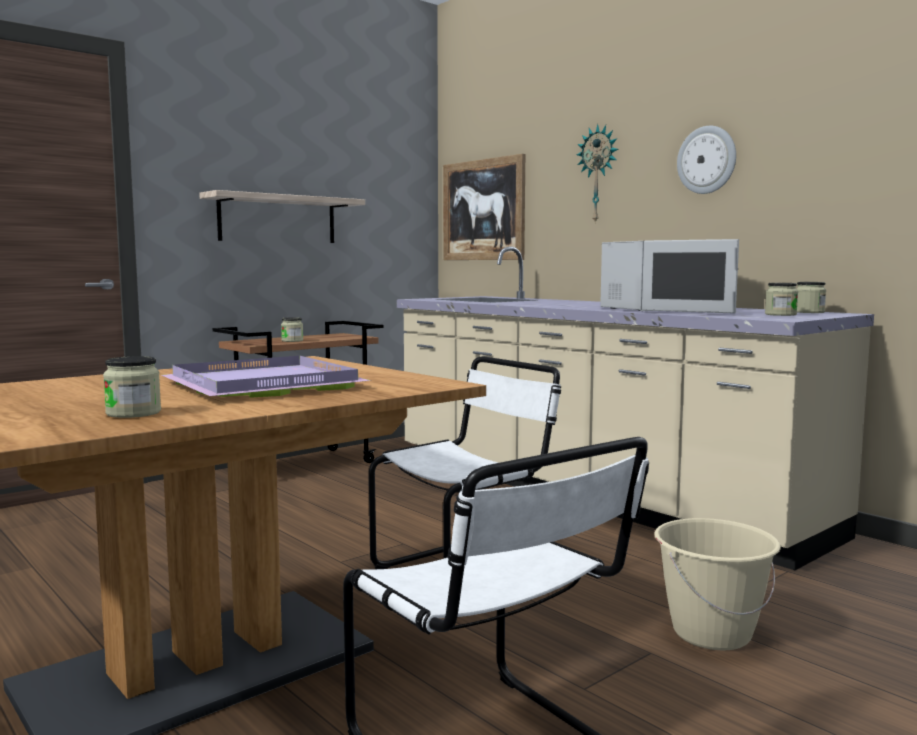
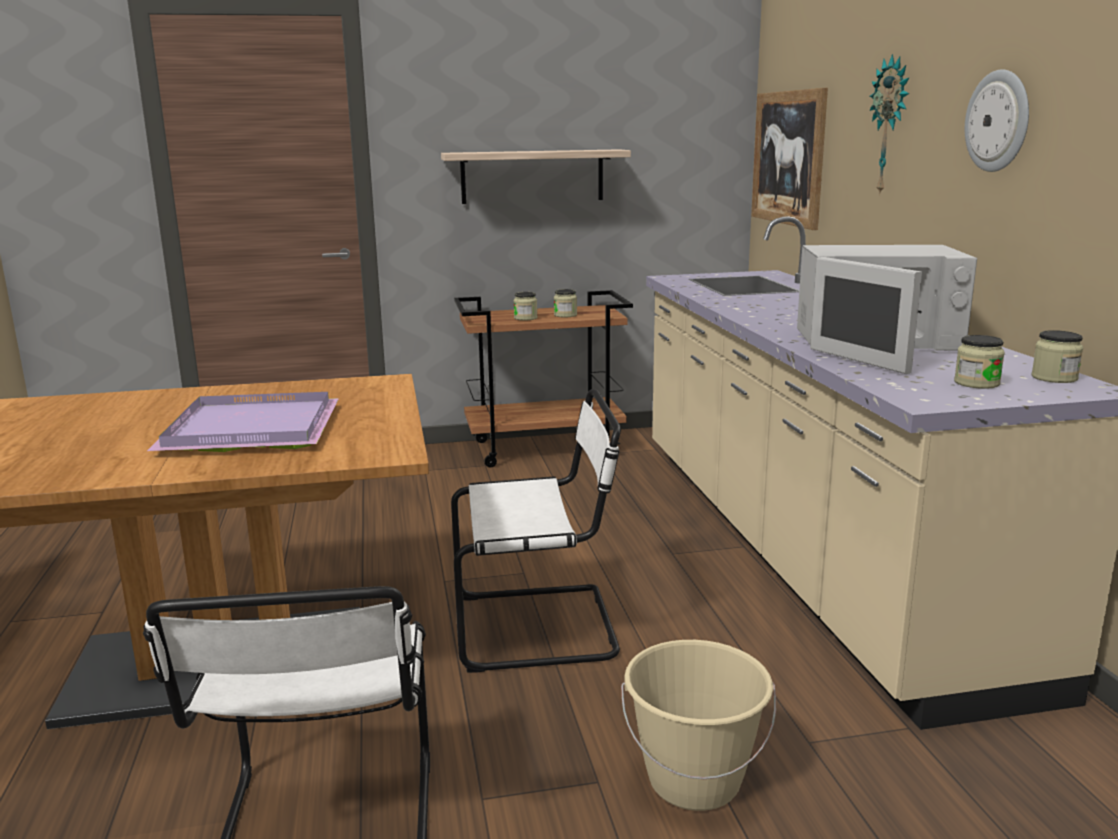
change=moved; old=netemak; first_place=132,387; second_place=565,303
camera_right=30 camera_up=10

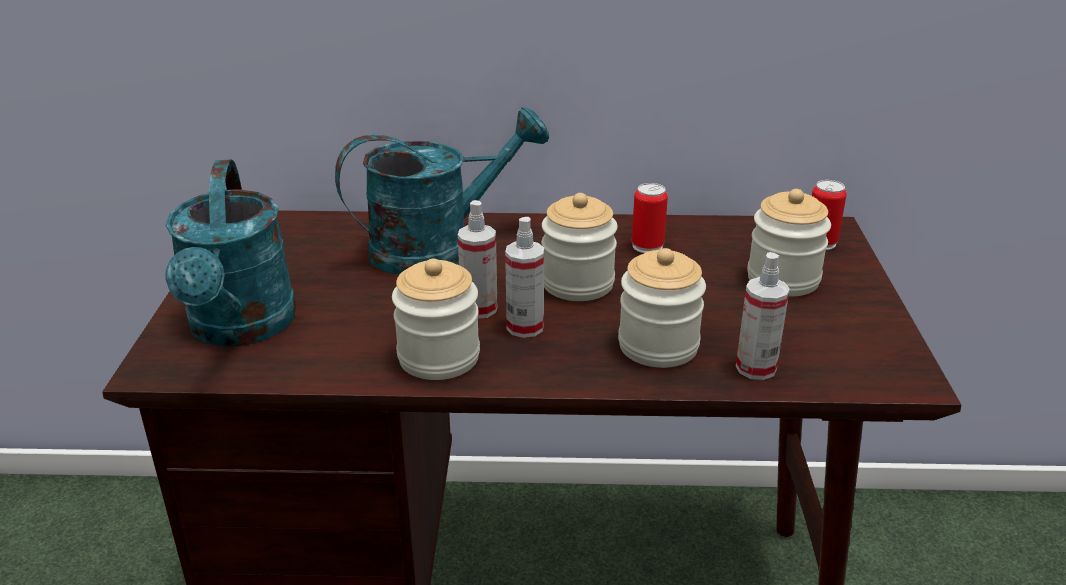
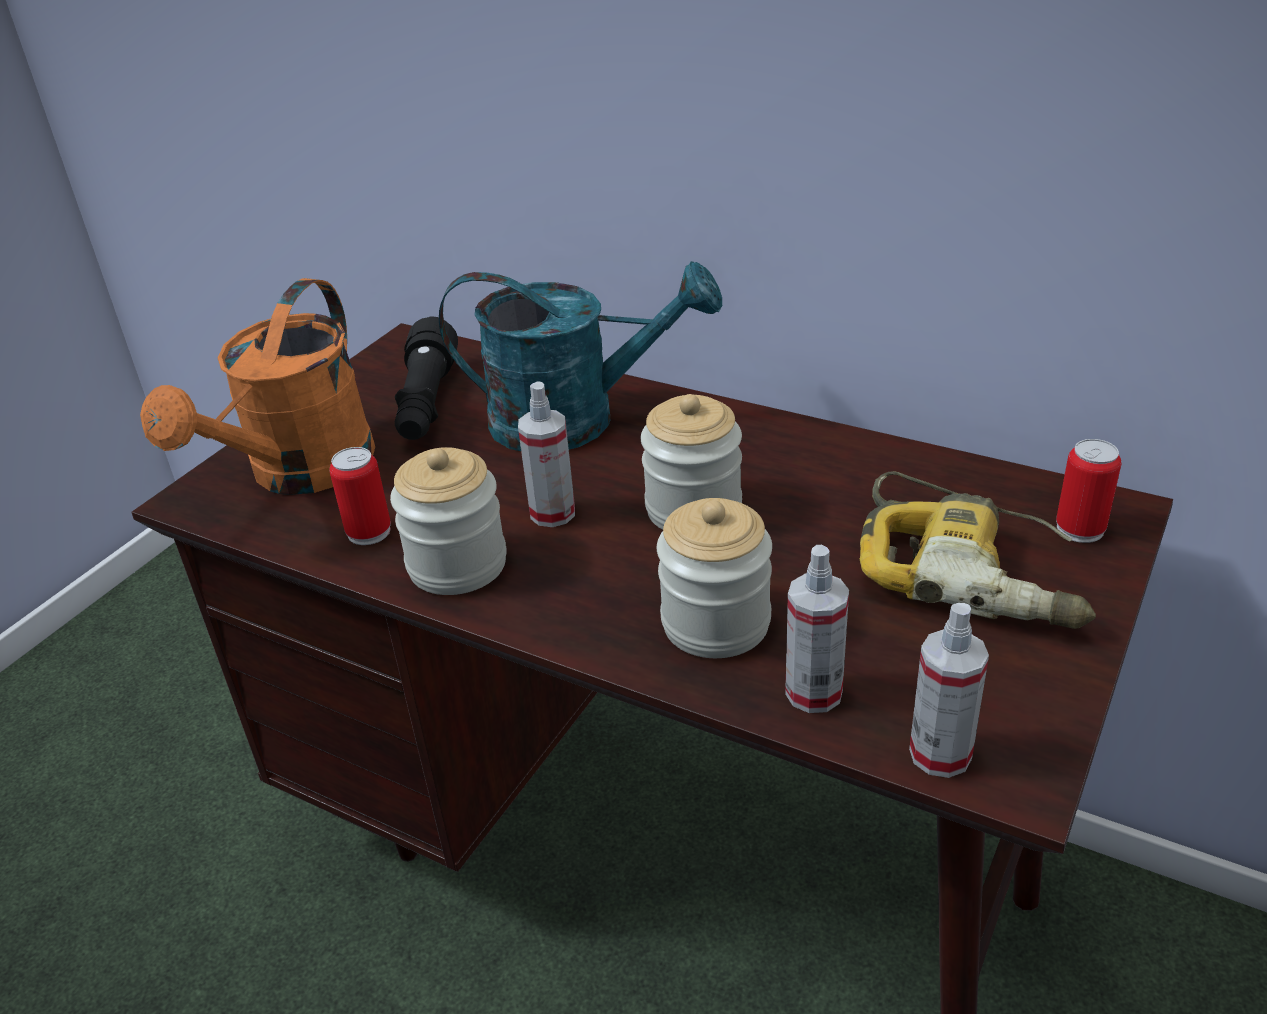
change=recoloured; old=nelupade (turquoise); new=nelupade (orange); first_place=230,253; second_place=257,386
change=moved; old=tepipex; first_place=650,218; second_place=360,496
change=replaced; old=netemak; new=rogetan; first_place=789,242; second_place=978,550
change=moved; old=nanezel; first_place=524,277; second_place=949,690
change=added; new=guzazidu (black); second_place=426,378
camera_right=30 camera_up=5

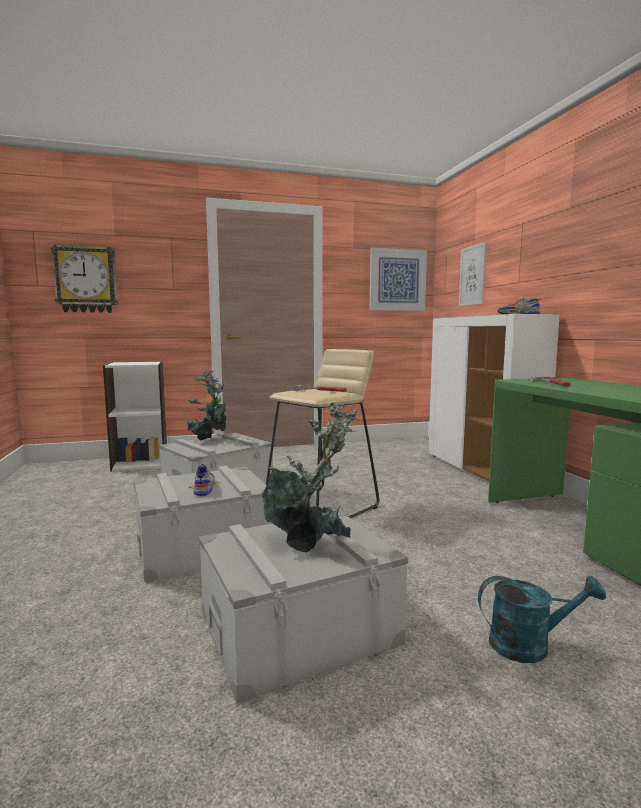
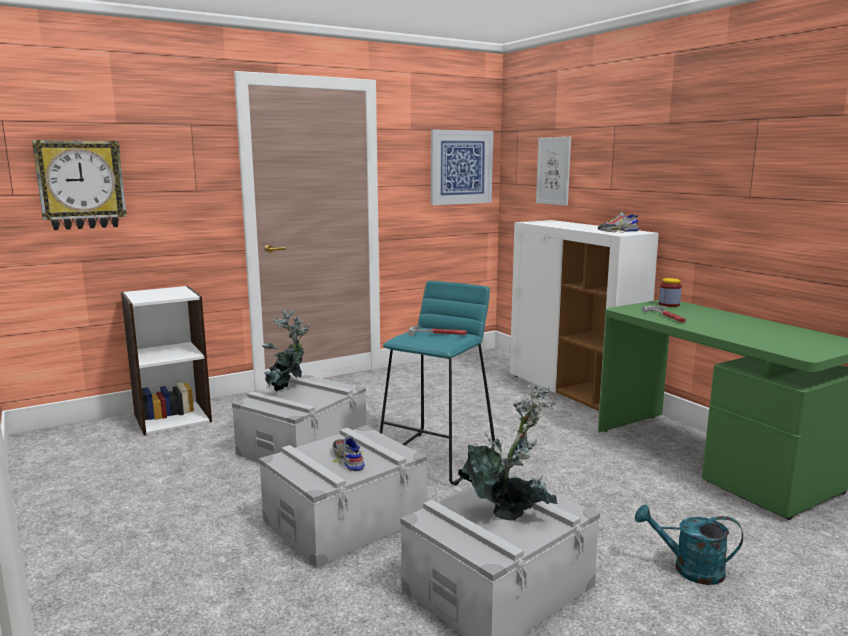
change=recoloured; old=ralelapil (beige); new=ralelapil (turquoise); first_place=322,433; second_place=437,383
change=turned; old=nelupade (turquoise); first_place=542,619; second_place=689,545; degrees=-150
change=added; new=netemak; second_place=670,292
camera_right=-15 camera_up=5

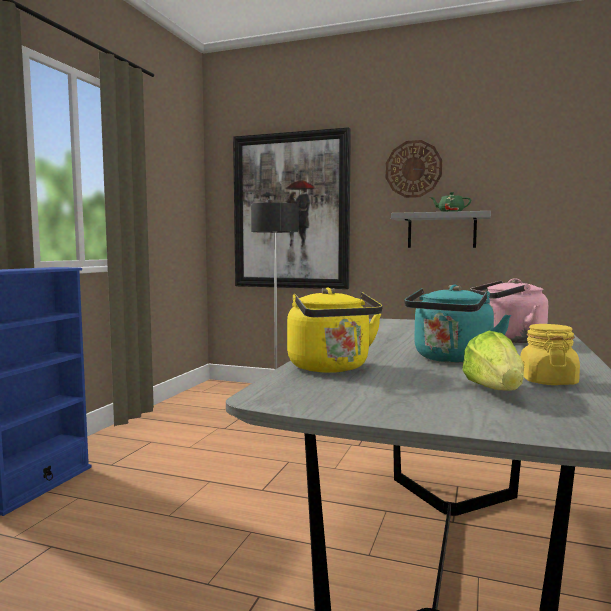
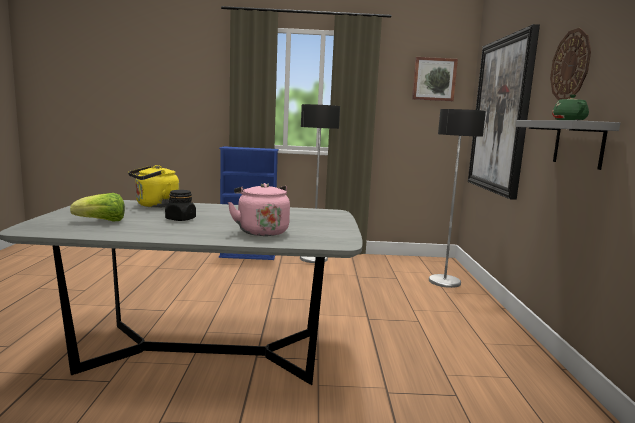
change=replaced; old=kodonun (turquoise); new=netemak (black); first_place=457,324; second_place=180,205
change=removed; old=netemak (yellow); first_place=550,354
change=added; new=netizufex; second_place=435,79
change=added; new=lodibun; second_place=320,183
camera_right=70 camera_up=5

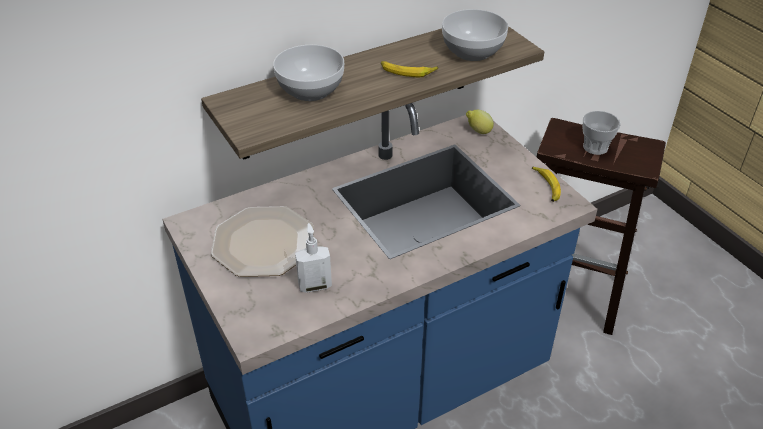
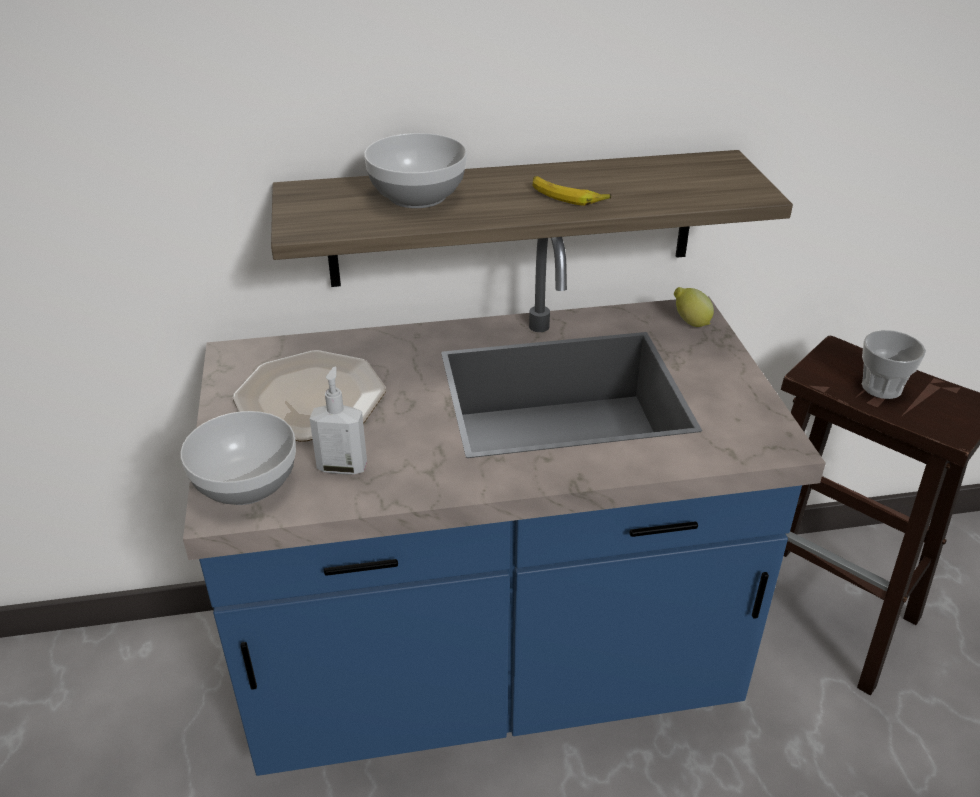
change=moved; old=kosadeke; first_place=475,35; second_place=238,458
change=removed; old=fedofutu; first_place=546,184
camera_right=20 camera_up=-5

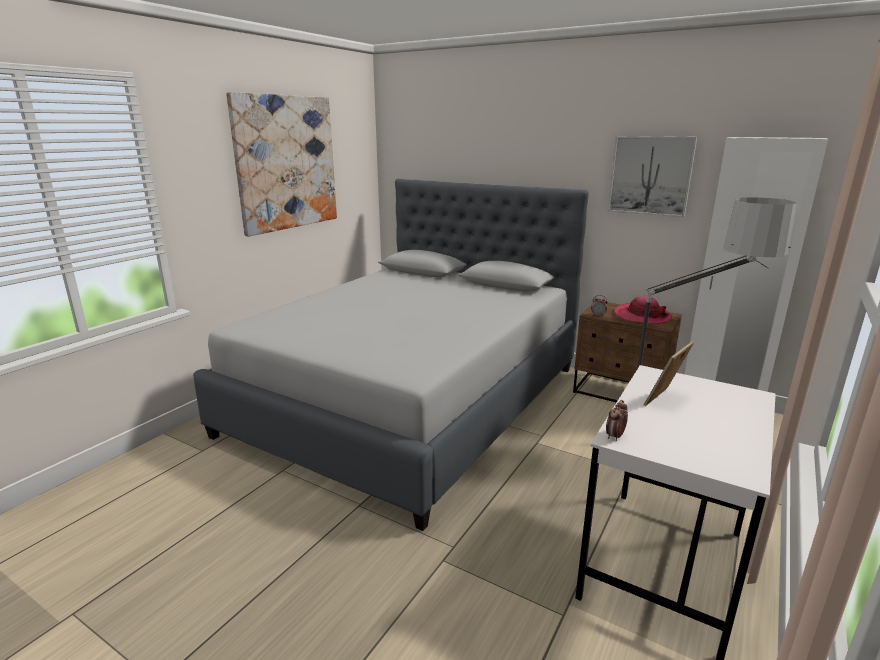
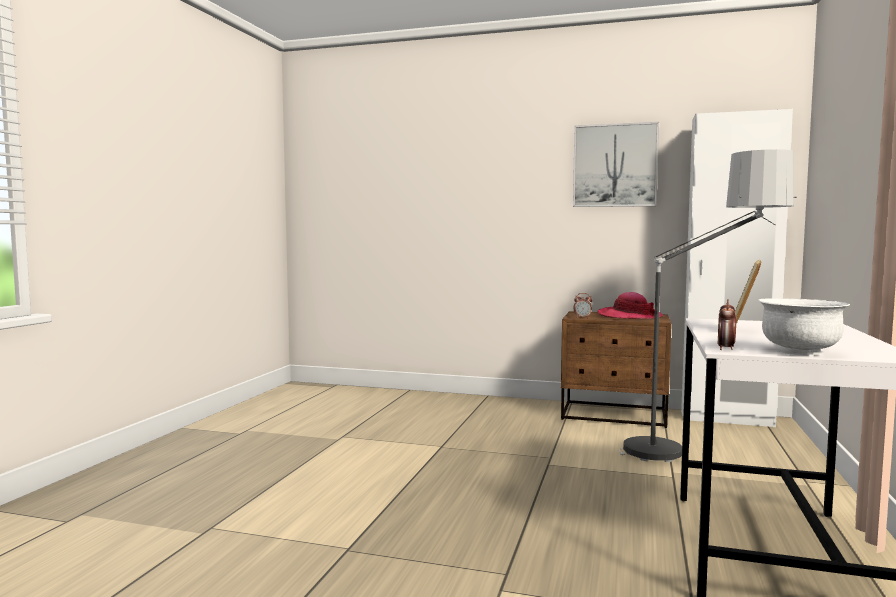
change=removed; old=netizufex; first_place=281,164
change=removed; old=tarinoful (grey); first_place=391,355
change=added; new=kosadeke (white); second_place=804,327
camera_right=-15 camera_up=-15

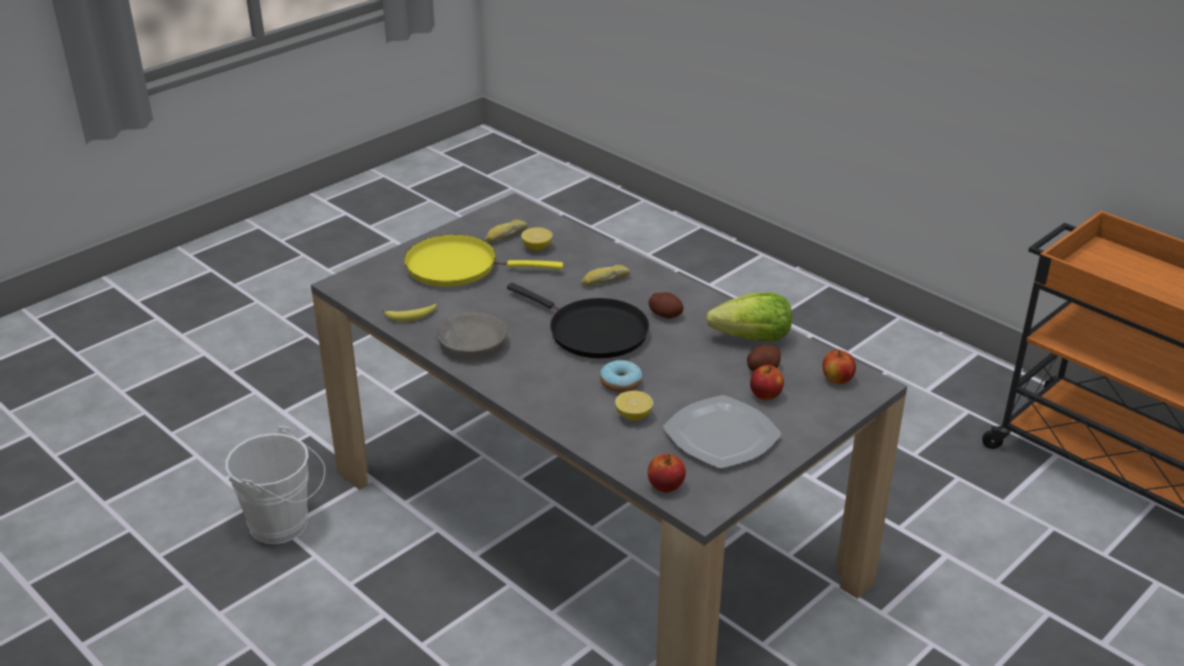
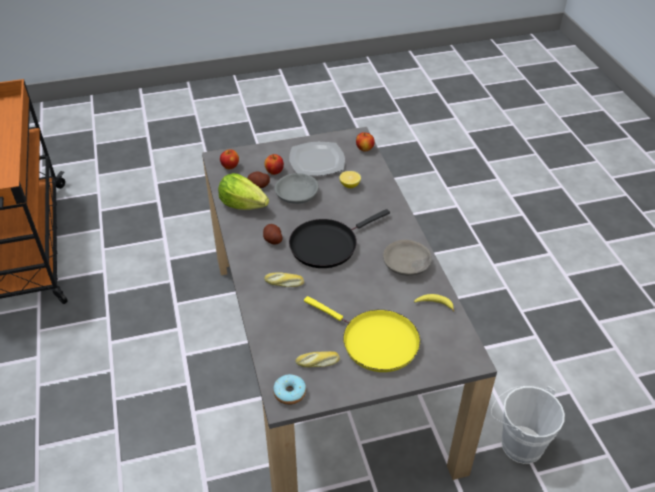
change=removed; old=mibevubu; first_place=537,239
change=turned; old=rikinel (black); first_place=578,320; second_place=339,238; degrees=-105
change=moved; old=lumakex; first_place=621,376; second_place=289,389
change=added; new=kosadeke (grey); second_place=296,188
camera_right=-150 camera_up=10

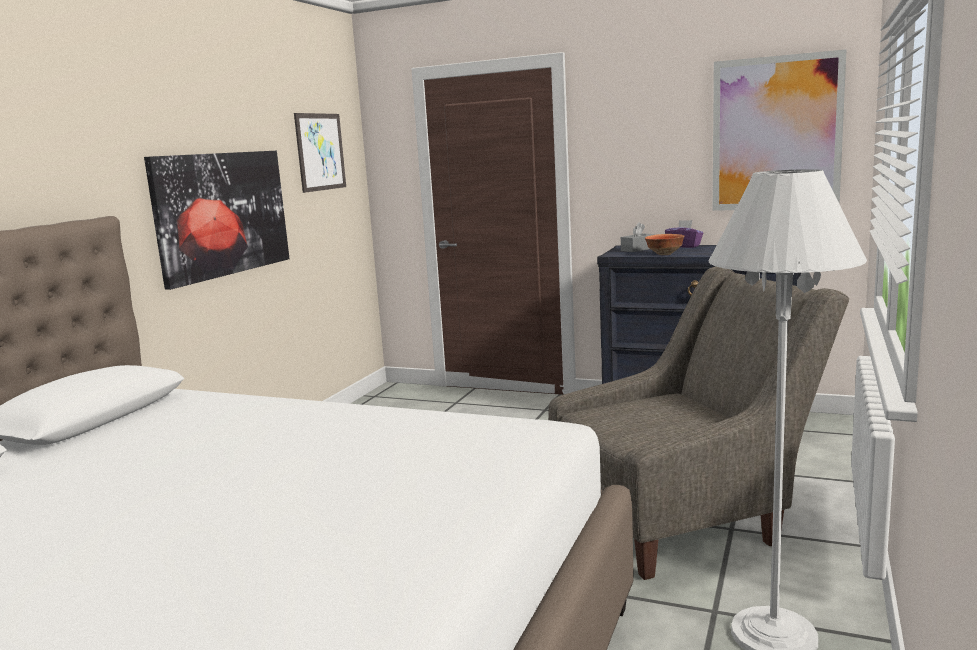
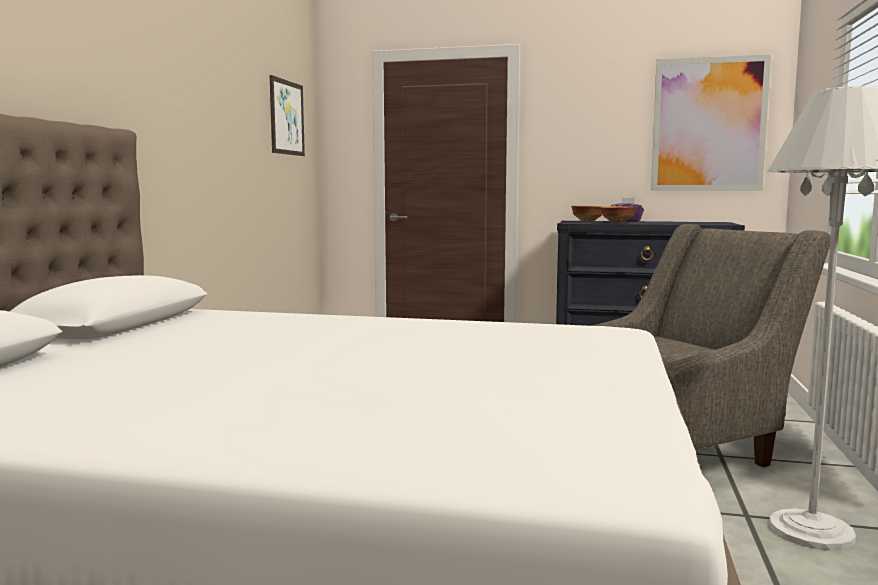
change=removed; old=netizufex; first_place=217,220
change=replaced; old=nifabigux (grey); new=kosadeke; first_place=638,237; second_place=587,213
camera_right=-10 camera_up=-5

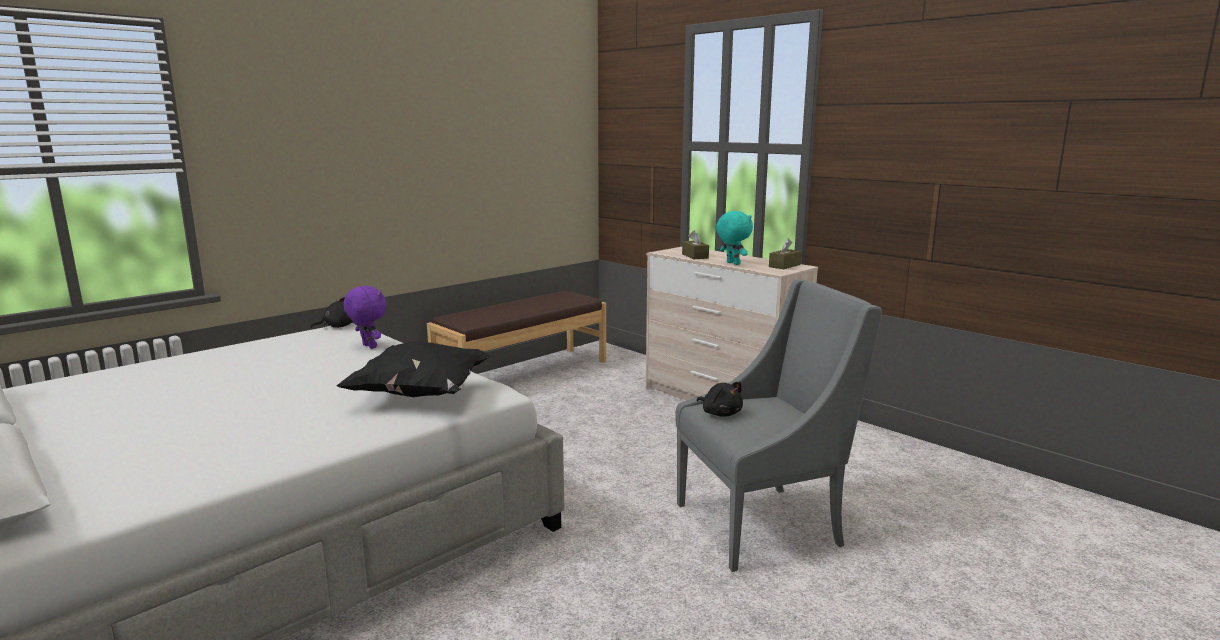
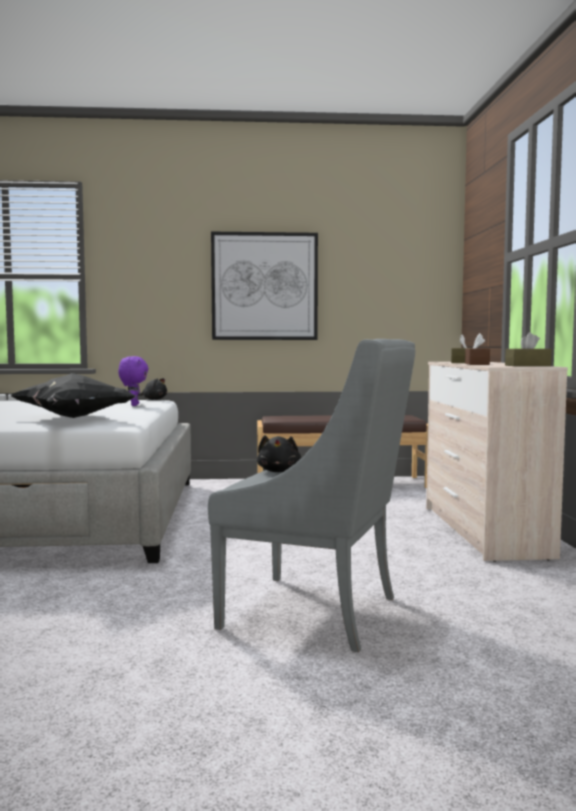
change=replaced; old=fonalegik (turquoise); new=nifabigux (brown); first_place=734,238; second_place=477,349
change=added; new=netizufex; second_place=264,286
camera_right=40 camera_up=-10

